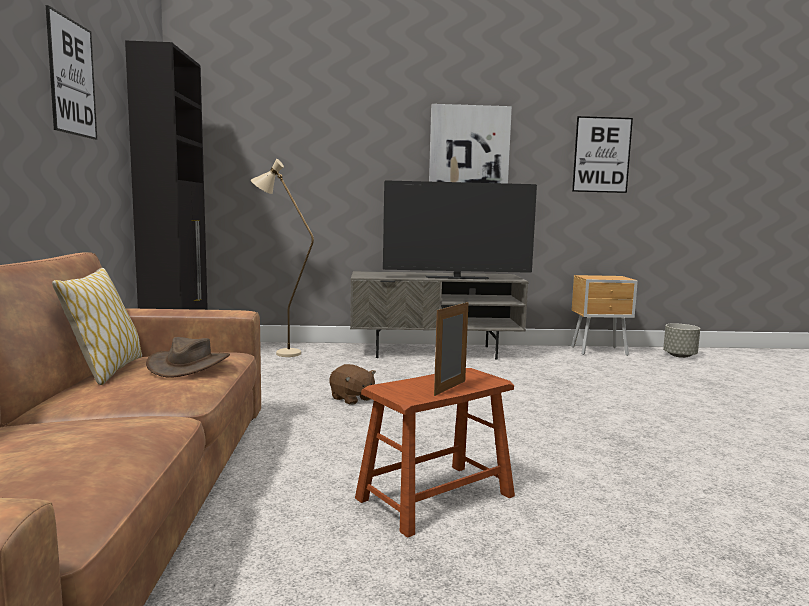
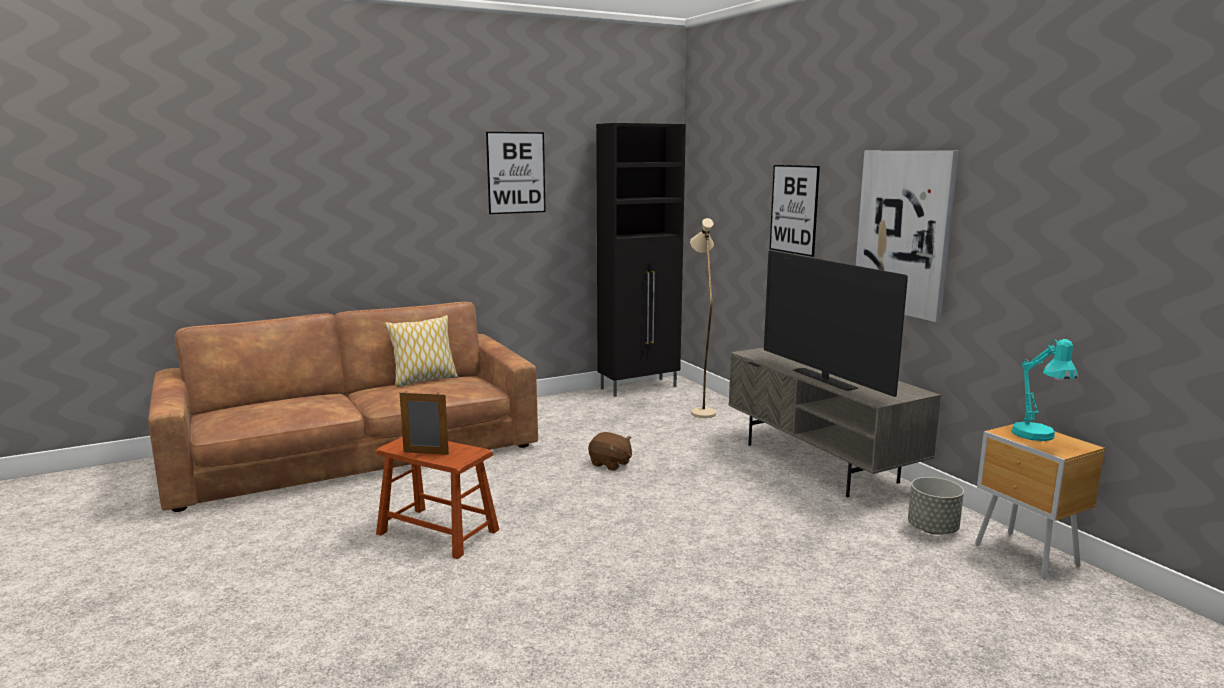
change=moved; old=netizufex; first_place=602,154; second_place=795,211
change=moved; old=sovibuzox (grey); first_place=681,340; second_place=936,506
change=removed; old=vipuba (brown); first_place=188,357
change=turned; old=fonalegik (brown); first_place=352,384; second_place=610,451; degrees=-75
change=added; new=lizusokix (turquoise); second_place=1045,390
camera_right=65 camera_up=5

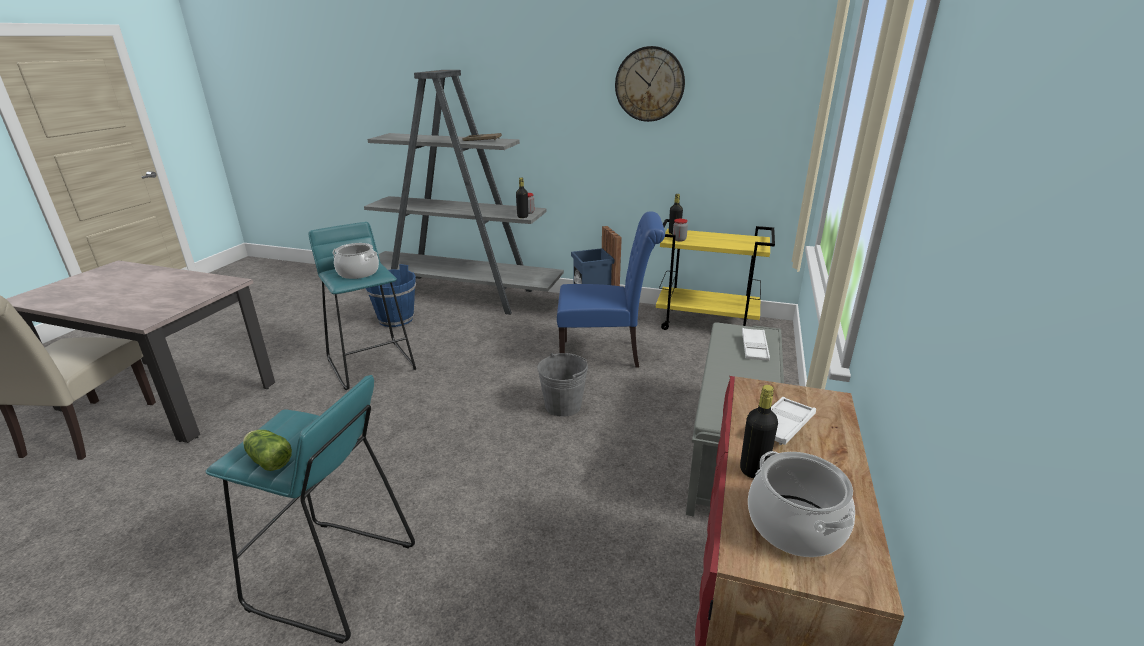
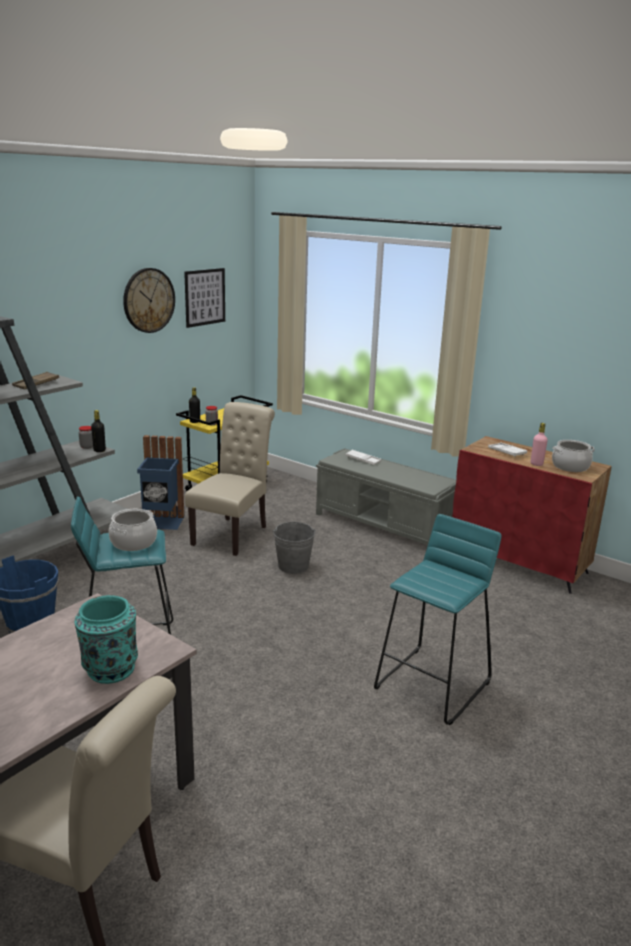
change=recoloured; old=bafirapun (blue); new=bafirapun (beige); first_place=611,289; second_place=230,479
change=recoloured; old=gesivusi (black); new=gesivusi (pink); first_place=759,431; second_place=539,444
change=removed; old=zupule; first_place=267,450
change=added; new=netizufex; second_place=204,298
change=added; new=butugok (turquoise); second_place=106,639
camera_right=-70 camera_up=-5

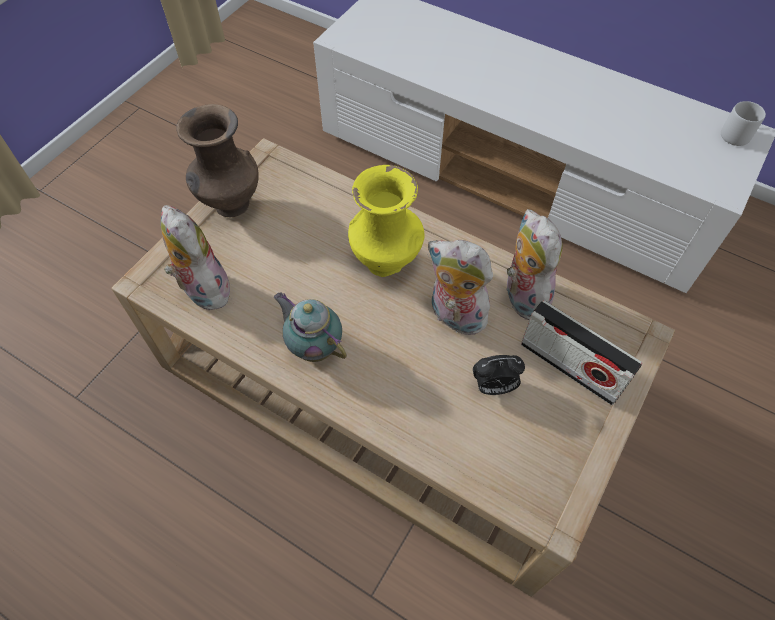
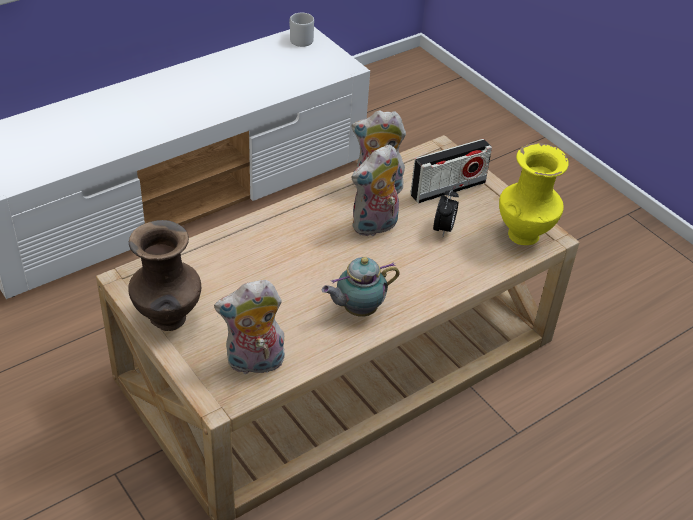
change=moved; old=butugok (yellow); first_place=386,221; second_place=534,194
camera_right=-70 camera_up=-15

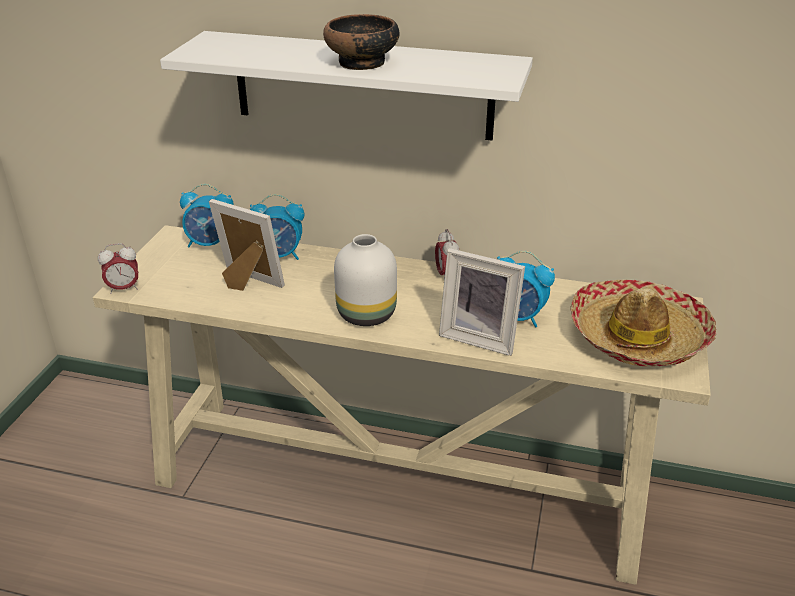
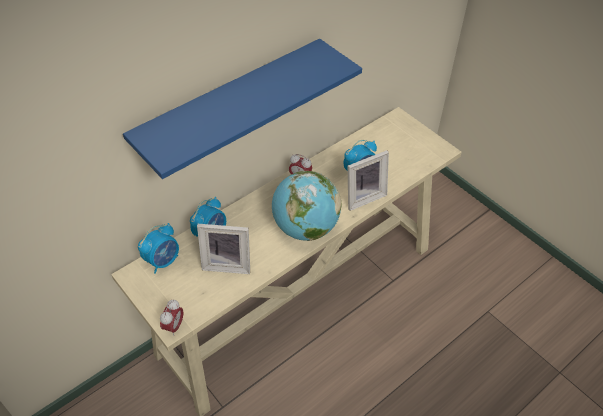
change=removed; old=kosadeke; first_place=361,42
change=recoloured; old=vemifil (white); new=vemifil (blue); first_place=346,86; second_place=242,109
change=turned; old=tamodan; first_place=247,245; second_place=223,249; degrees=-150
change=replaced; old=butugok (white); new=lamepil; first_place=365,280; second_place=307,206
change=removed; old=vipuba; first_place=643,322
camera_right=-55 camera_up=15

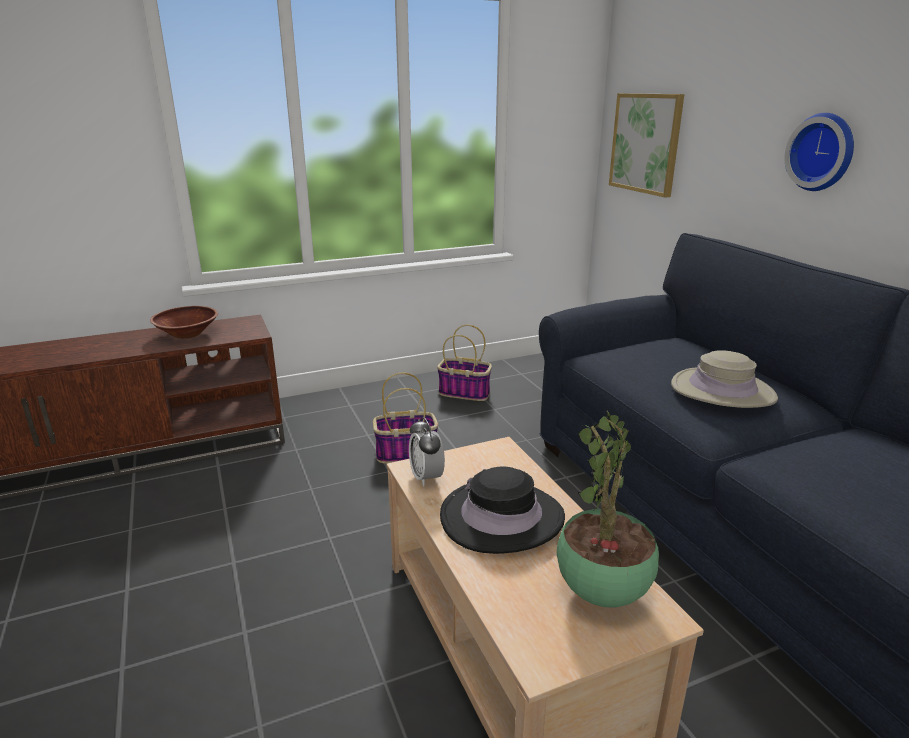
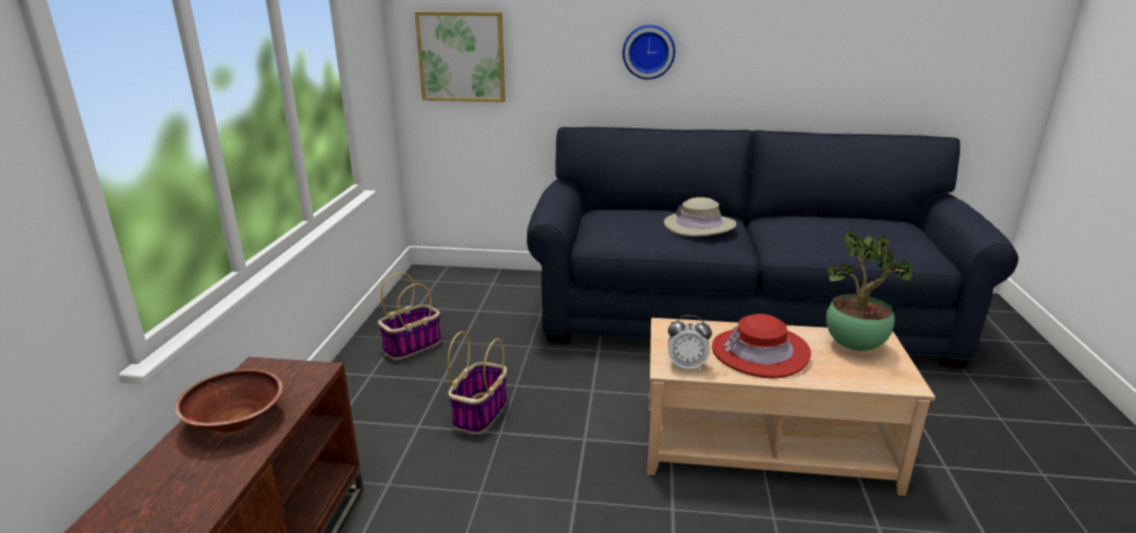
change=recoloured; old=vipuba (black); new=vipuba (red); first_place=502,510; second_place=761,346
camera_right=-60 camera_up=0

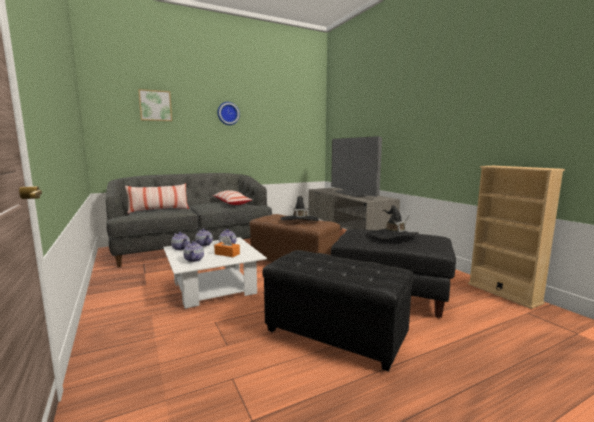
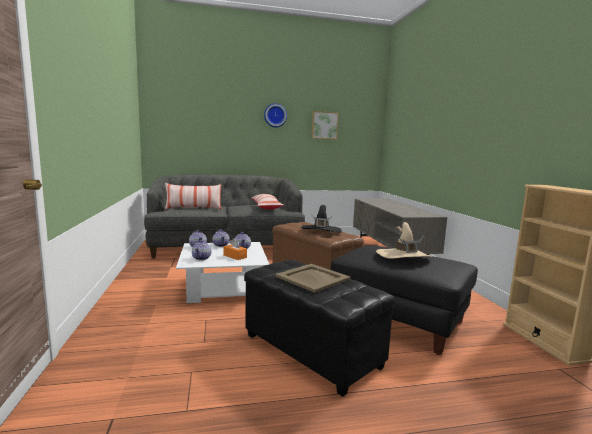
change=moved; old=netizufex; first_place=155,105; second_place=325,125
change=removed; old=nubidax; first_place=356,166
change=recoloured; old=vipuba (black); new=vipuba (beige); first_place=393,222; second_place=404,240
change=added; new=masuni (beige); second_place=313,278
camera_right=15 camera_up=0

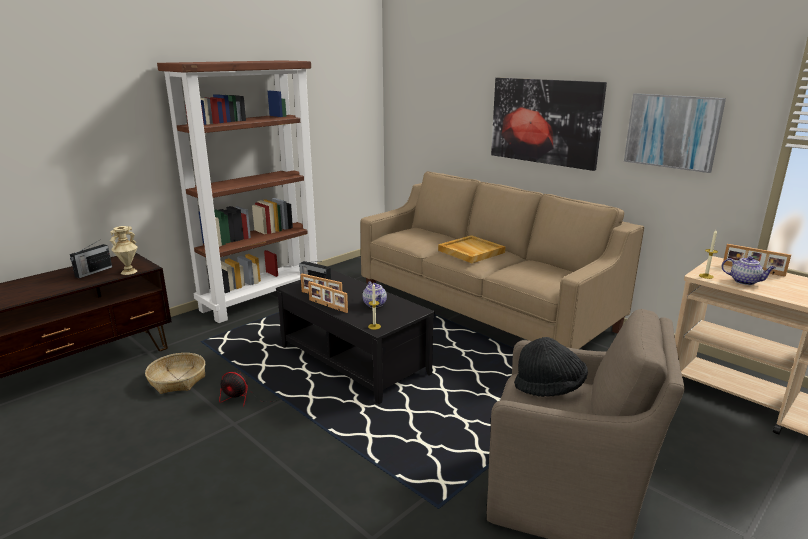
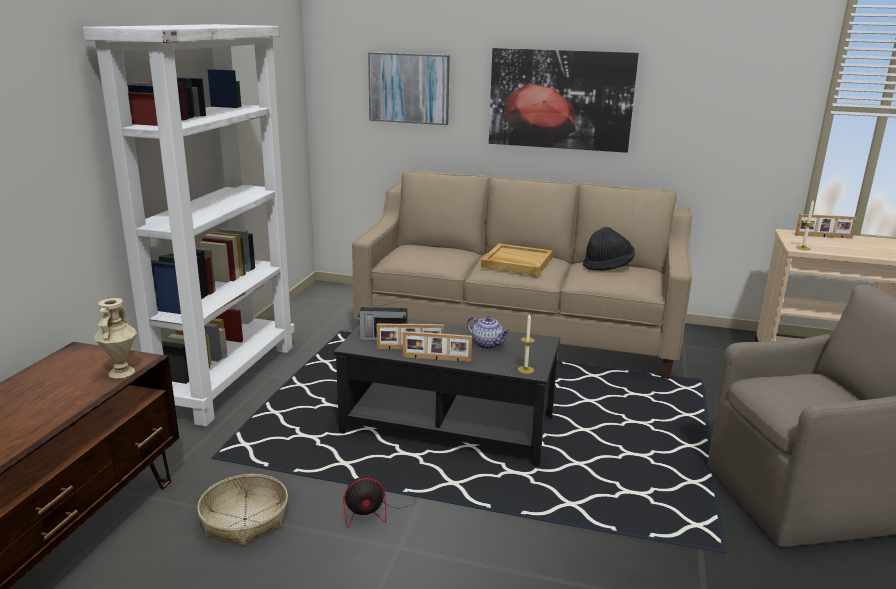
change=recoloured; old=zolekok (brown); new=zolekok (white); first_place=237,191; second_place=188,225
change=moved; old=netizufex; first_place=675,133; second_place=409,88
change=removed; old=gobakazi; first_place=91,260
change=removed; old=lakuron; first_place=749,270
change=moved; old=vipuba (black); first_place=551,367; second_place=609,249
camera_right=-30 camera_up=0

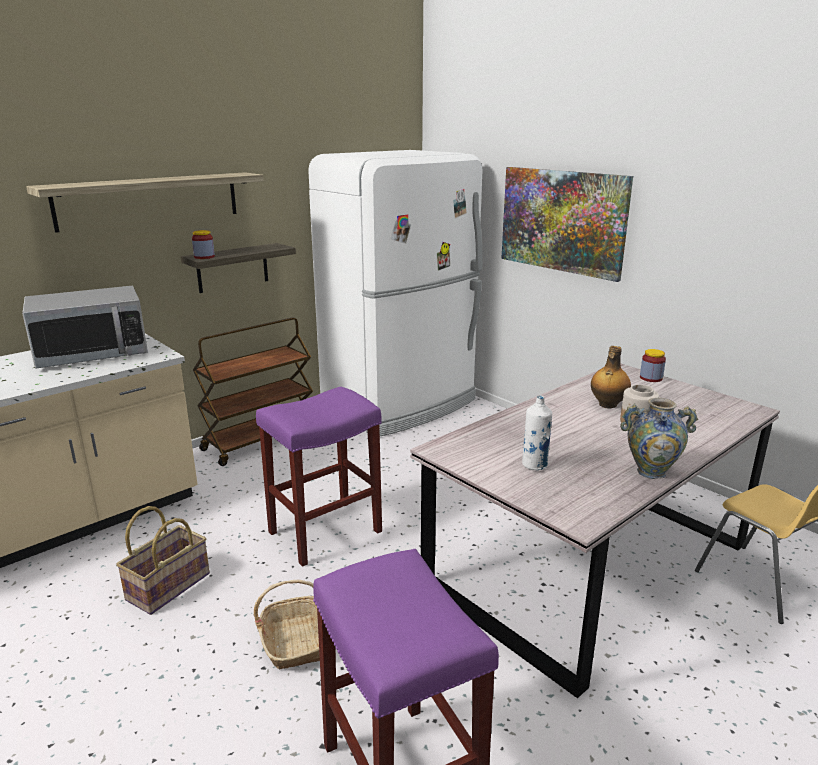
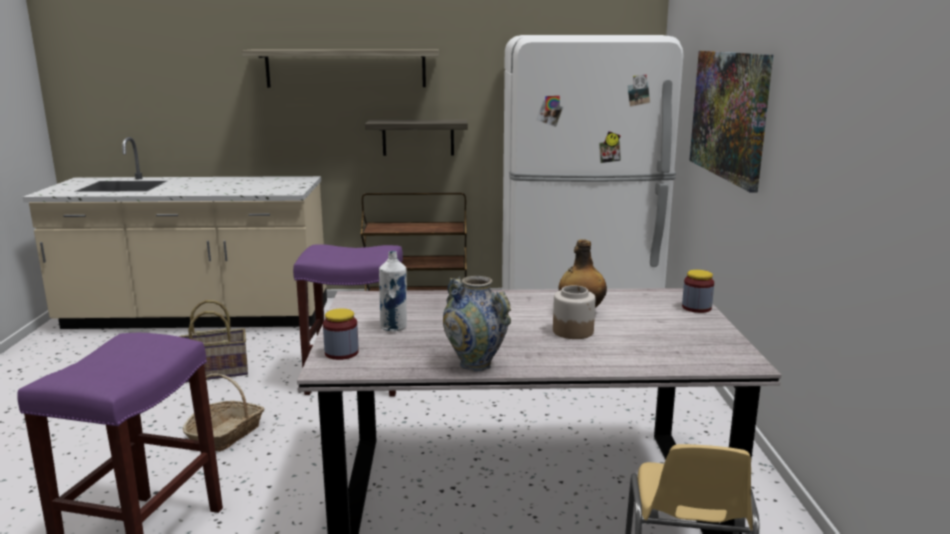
change=moved; old=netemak; first_place=203,244; second_place=341,334
change=removed; old=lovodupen; first_place=85,327
camera_right=40 camera_up=-5

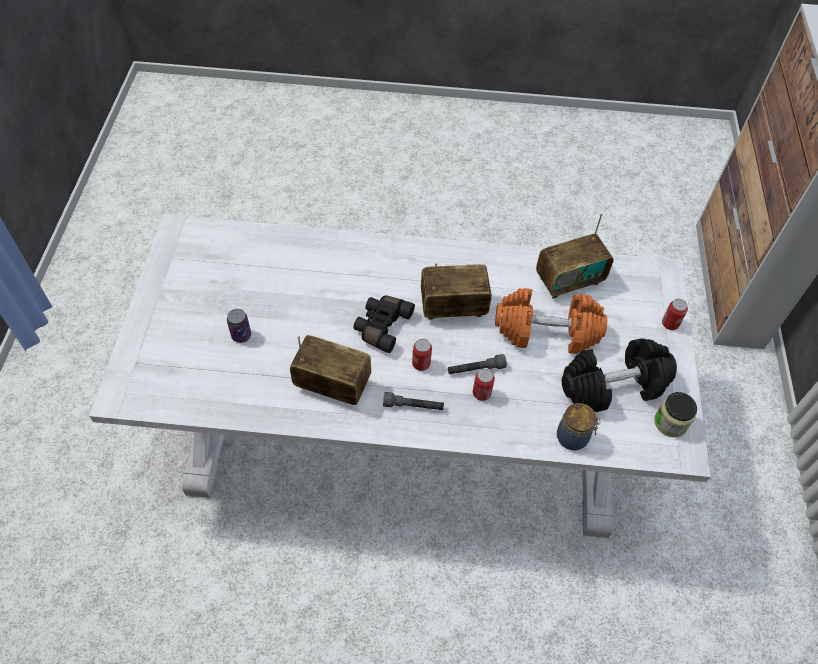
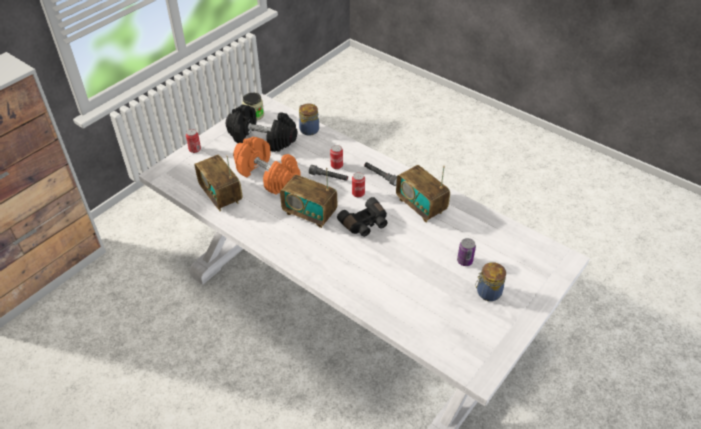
change=turned; old=gobakazi; first_place=575,256; second_place=218,183; degrees=-135
change=added; new=netemak; second_place=490,281
camera_right=-145 camera_up=-10

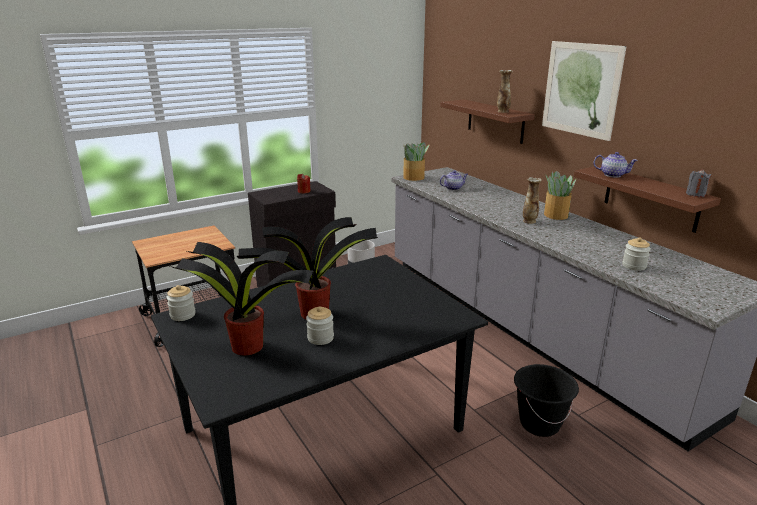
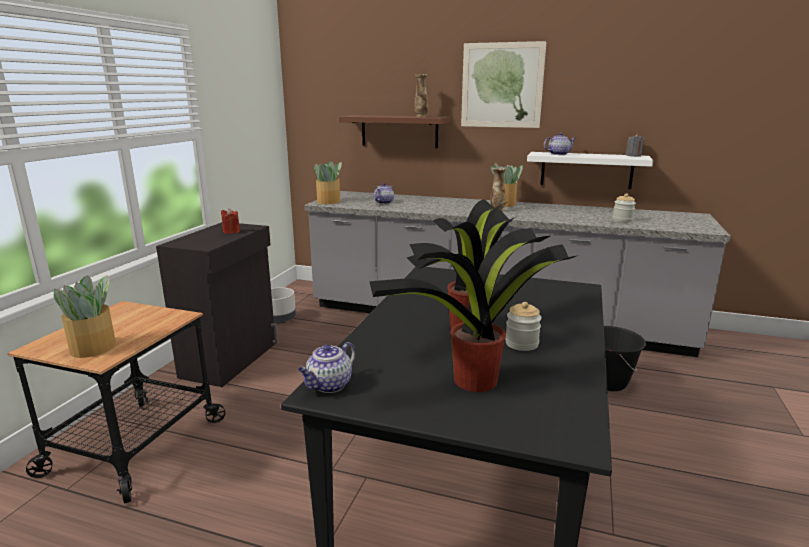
change=recoloured; old=vemifil (brown); new=vemifil (white); first_place=647,199; second_place=590,170
change=replaced; old=netemak; new=lakuron; first_place=181,303; second_place=327,367
change=added; new=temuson; second_place=85,316
camera_right=-40 camera_up=-5

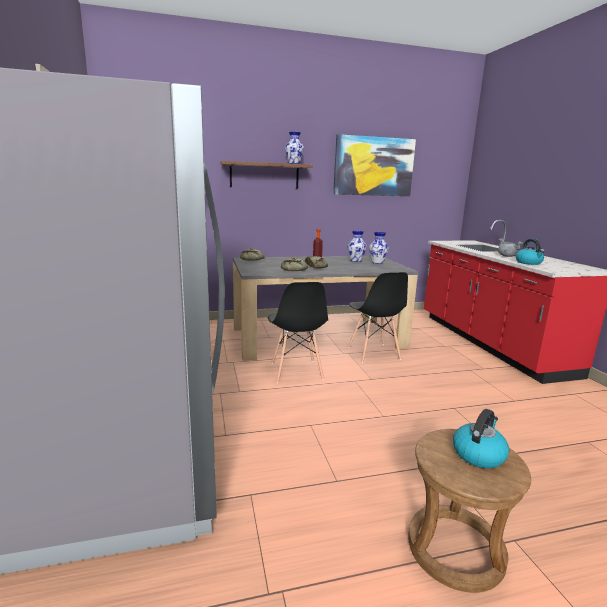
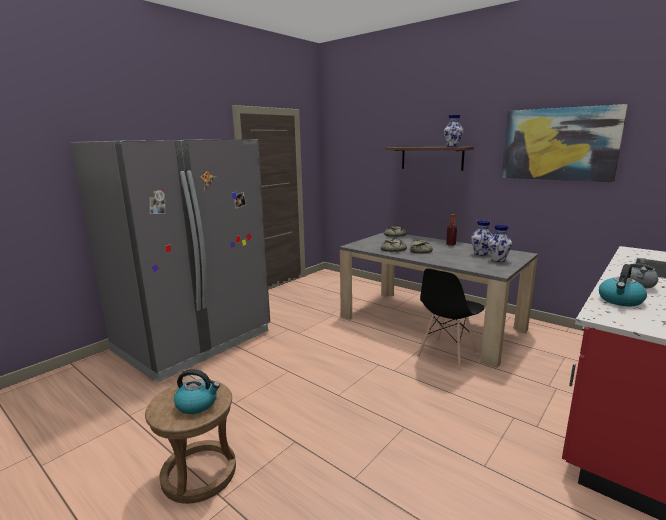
change=removed; old=bafirapun (black); first_place=298,332
camera_right=55 camera_up=0

